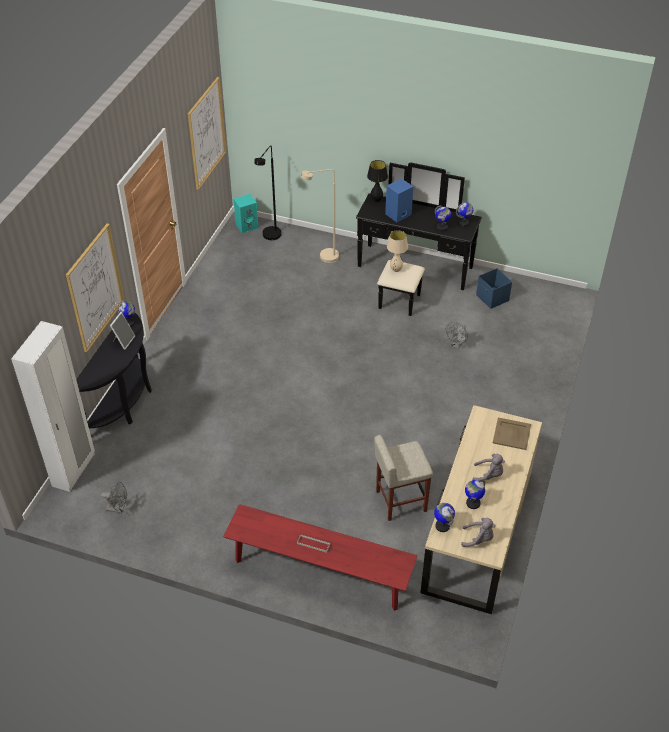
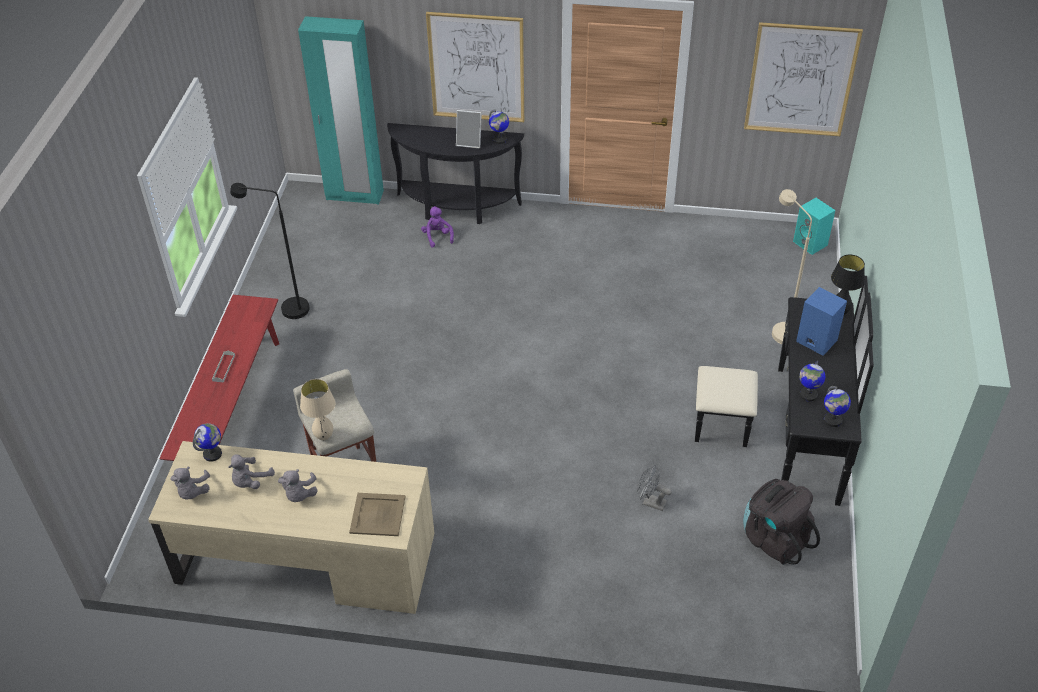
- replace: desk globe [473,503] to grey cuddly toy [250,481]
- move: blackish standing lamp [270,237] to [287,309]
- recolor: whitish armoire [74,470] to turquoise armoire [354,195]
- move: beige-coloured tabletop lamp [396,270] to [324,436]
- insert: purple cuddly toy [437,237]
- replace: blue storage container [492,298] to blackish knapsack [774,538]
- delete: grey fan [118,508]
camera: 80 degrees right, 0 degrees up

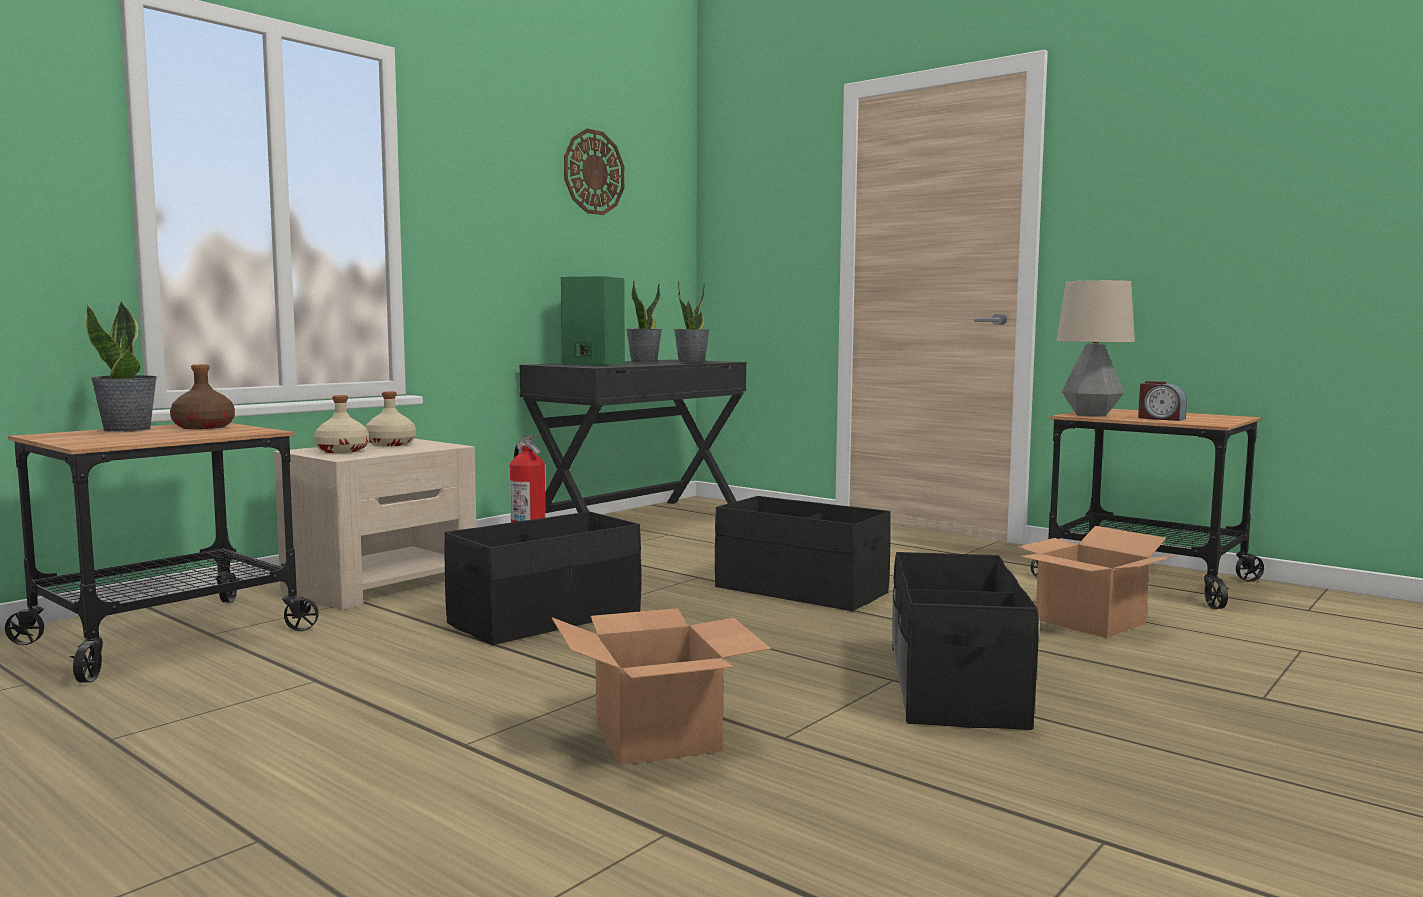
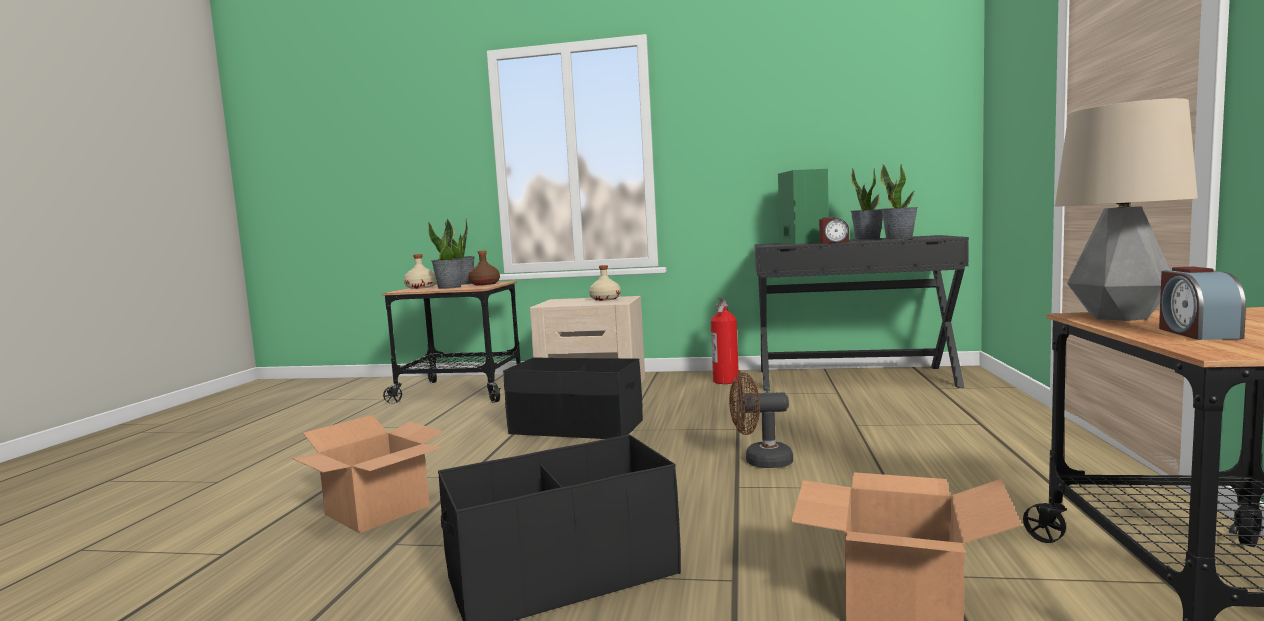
- move: beige-coloured drink bottle [343,451] to [420,287]
- insert: plant in a pot [450,287]
- replace: blackish storage container [800,591] to brown fan [760,461]
- insert: bedside clock [834,242]
- delete: clock on the wall [593,172]
camera: 60 degrees right, 0 degrees up

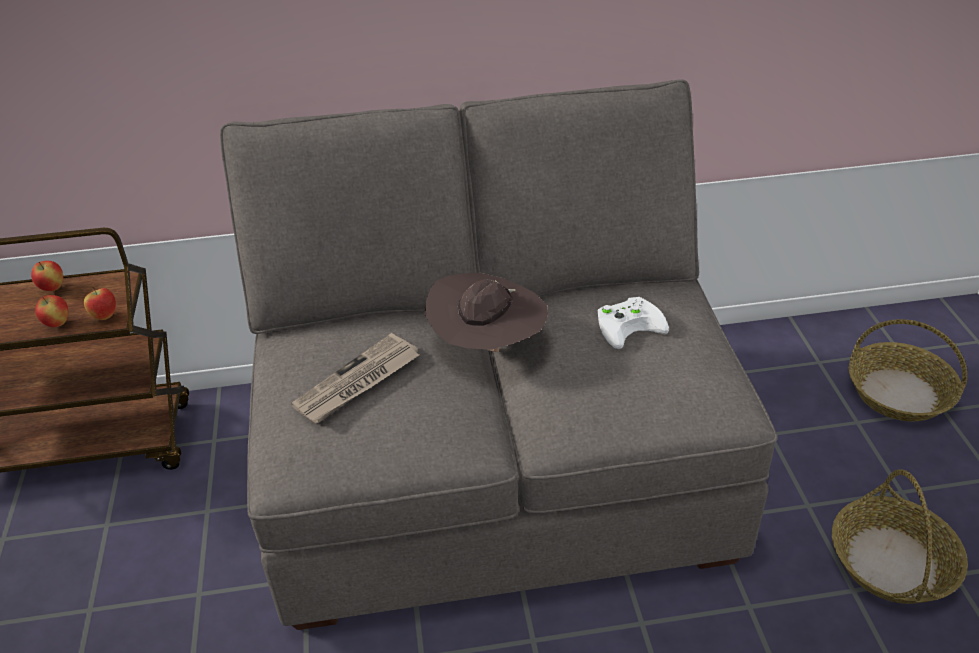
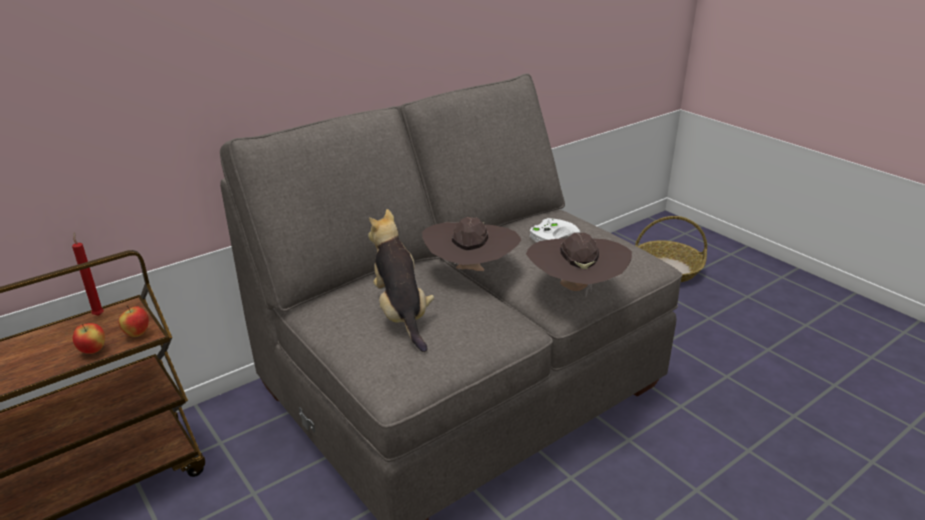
- insert: reddish wax light [98,314]
- replace: newspaper [357,382] to cuddly toy [401,314]
- insert: brown wearable hat [575,290]
- delete: apple fruit [52,288]
- delete: basket [892,562]
camera: 30 degrees left, 10 degrees down

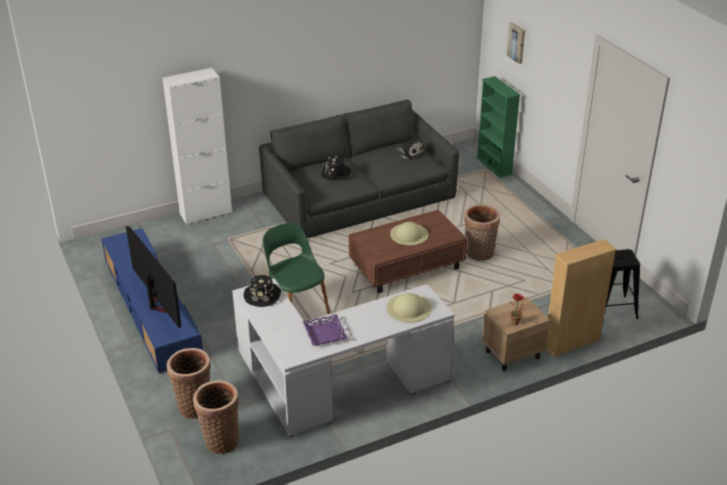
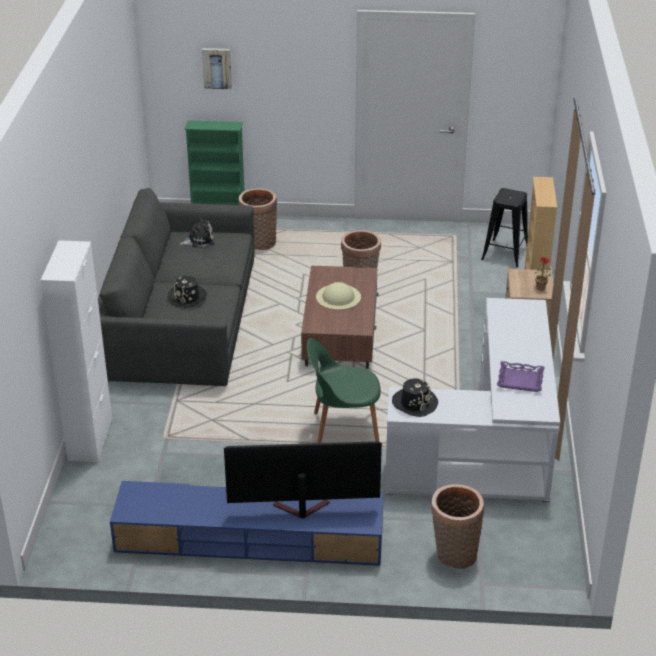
- move: basket [220,439] to [259,243]
- delete: beige-coloured wearable hat [409,308]
camera: 60 degrees left, 0 degrees up

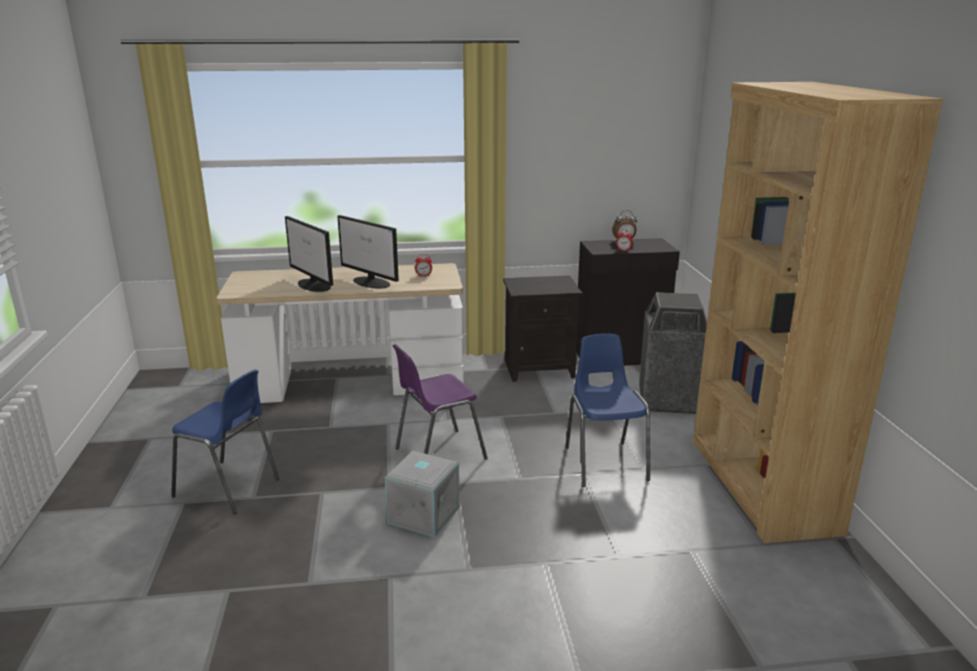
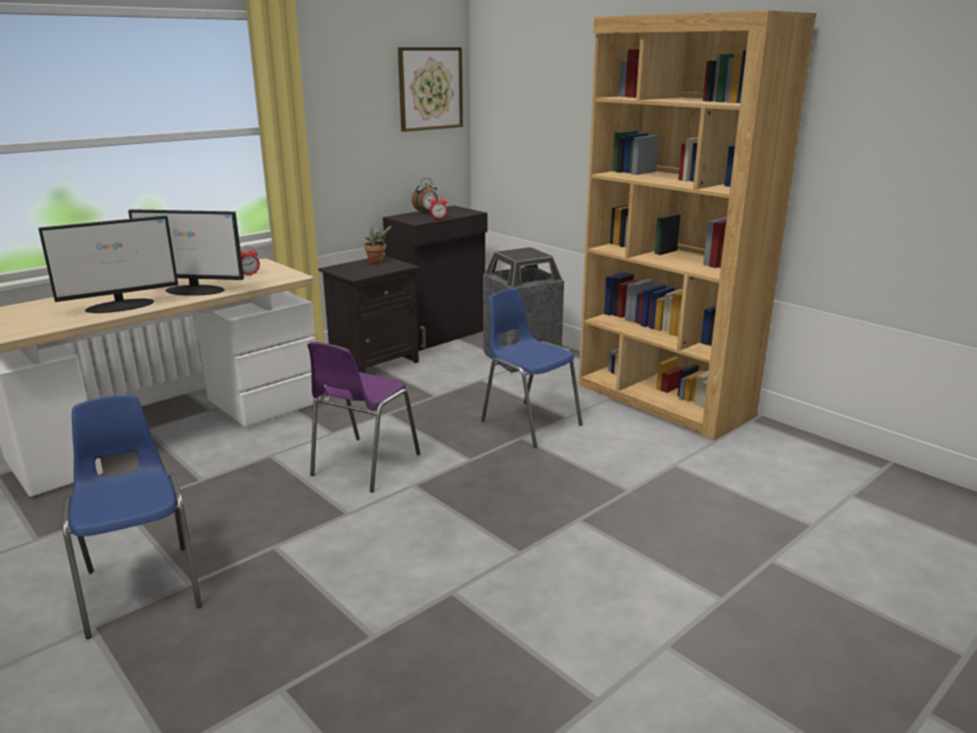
- rotate: computer display [314,285] = [121,306] 45 degrees counterclockwise
- rotate: blue plain chair [229,488] = [142,587] 105 degrees counterclockwise
- insert: plant in a pot [378,261]
- insert: wall picture [430,88]
- delete: grey storage container [423,514]
camera: 35 degrees left, 0 degrees up

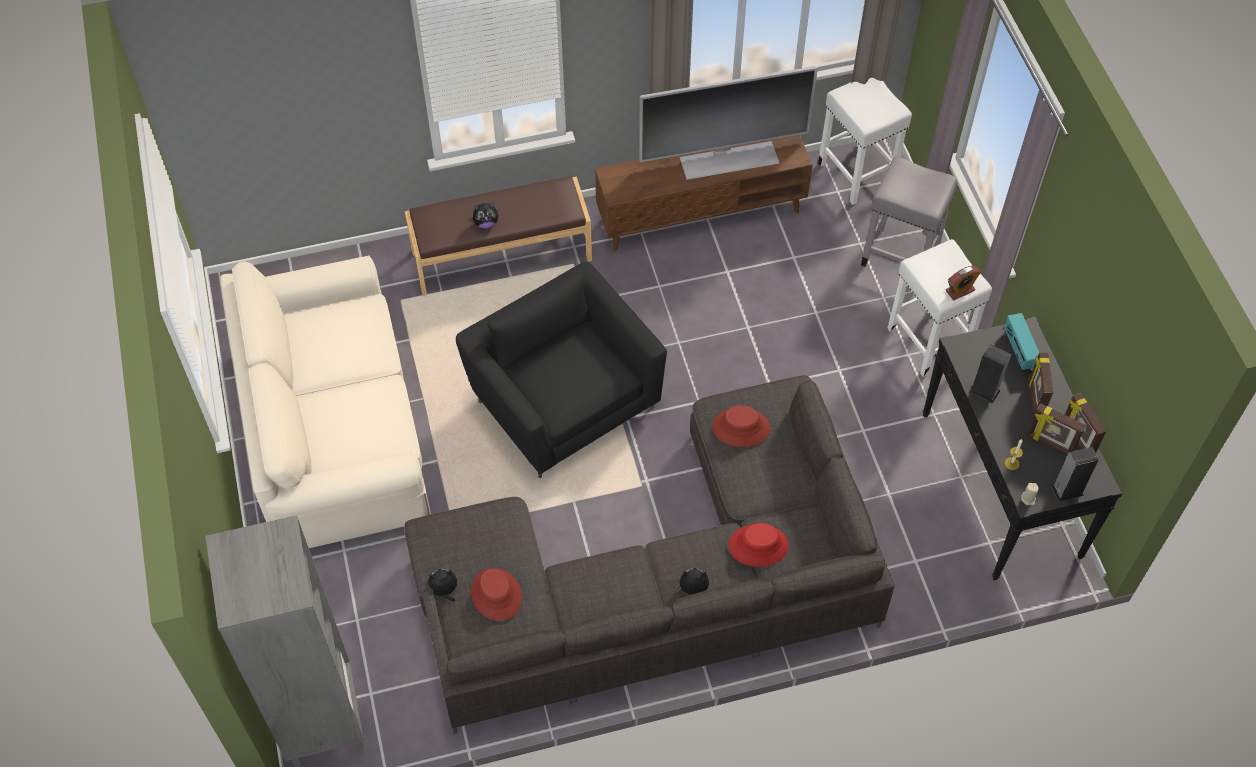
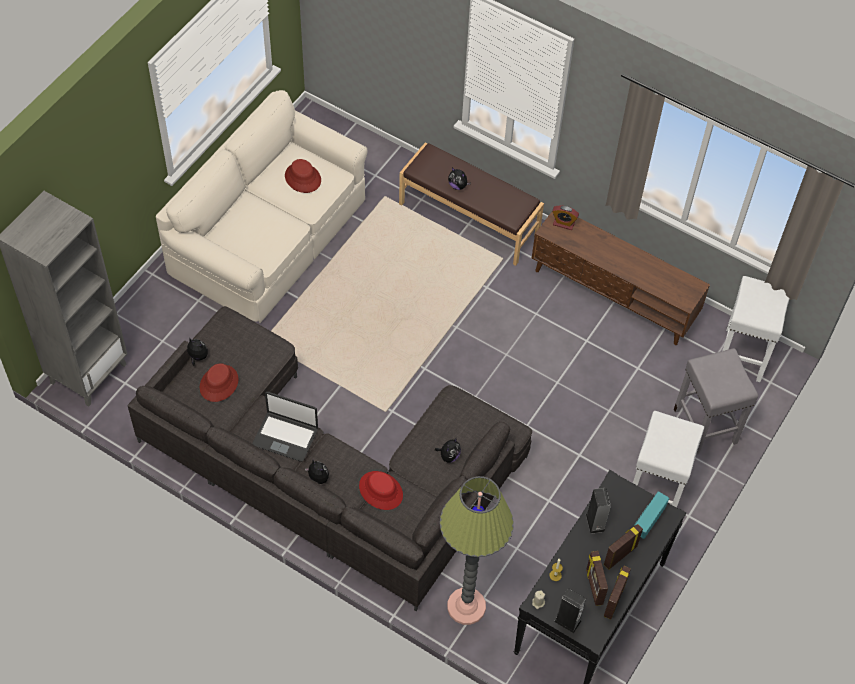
- insert: notebook computer [285,436]
- move: reddish wearable hat [741,428] to [302,178]
- insert: cuddly toy [449,456]
- insert: standing lamp [466,606]
- move: bedside clock [960,290] to [563,223]
- delete: blackish lounge chair [563,401]
- delete: TV [728,159]
camera: 45 degrees right, 0 degrees up

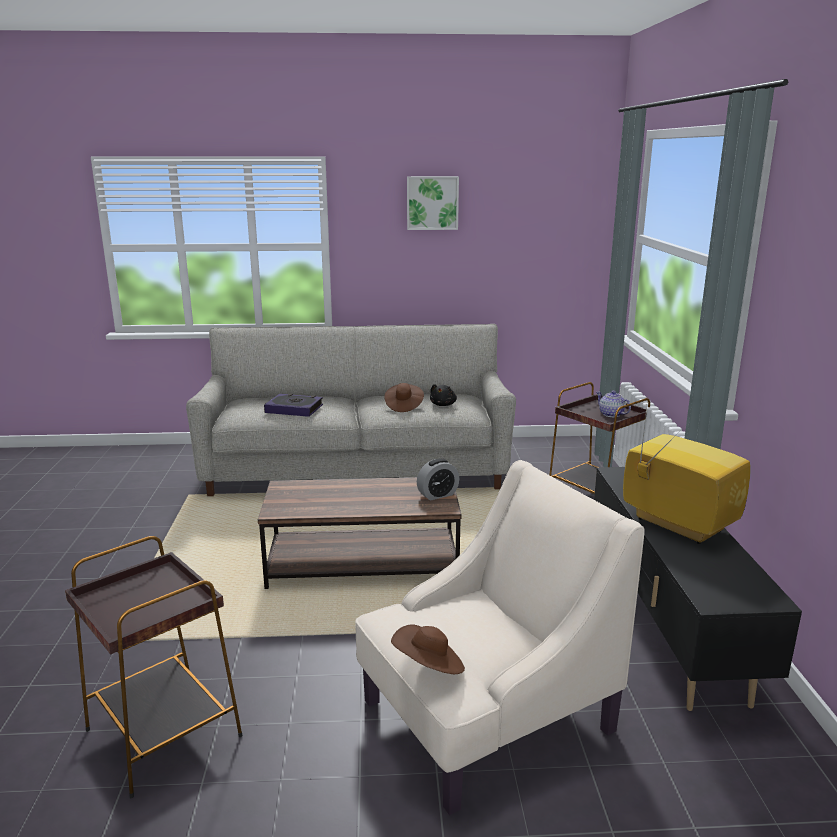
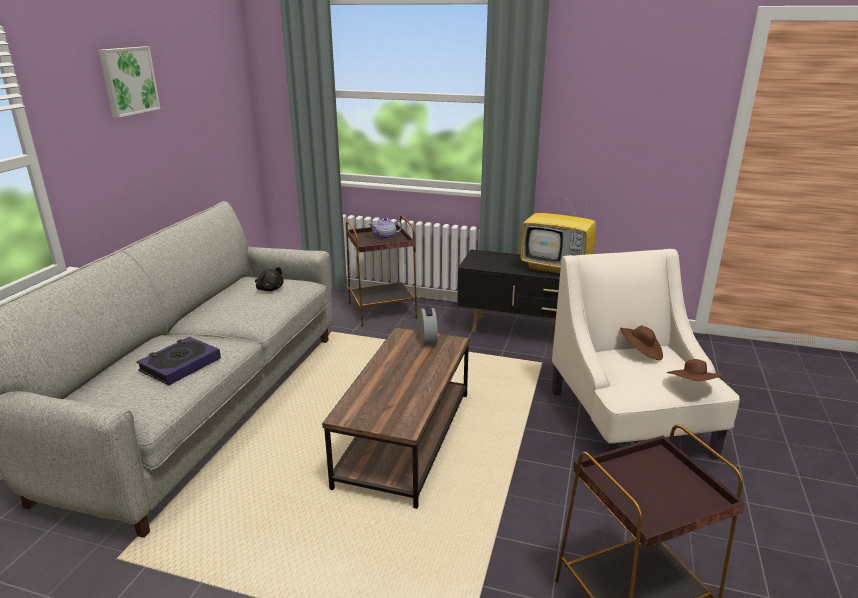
- rotate: TV [675,525] = [557,268] 135 degrees counterclockwise
- move: brown wearable hat [403,406] to [640,352]
camera: 70 degrees left, 5 degrees up

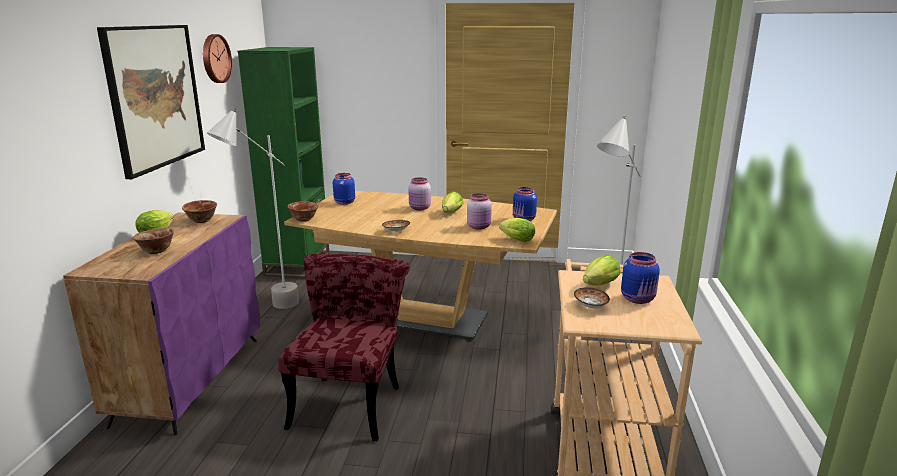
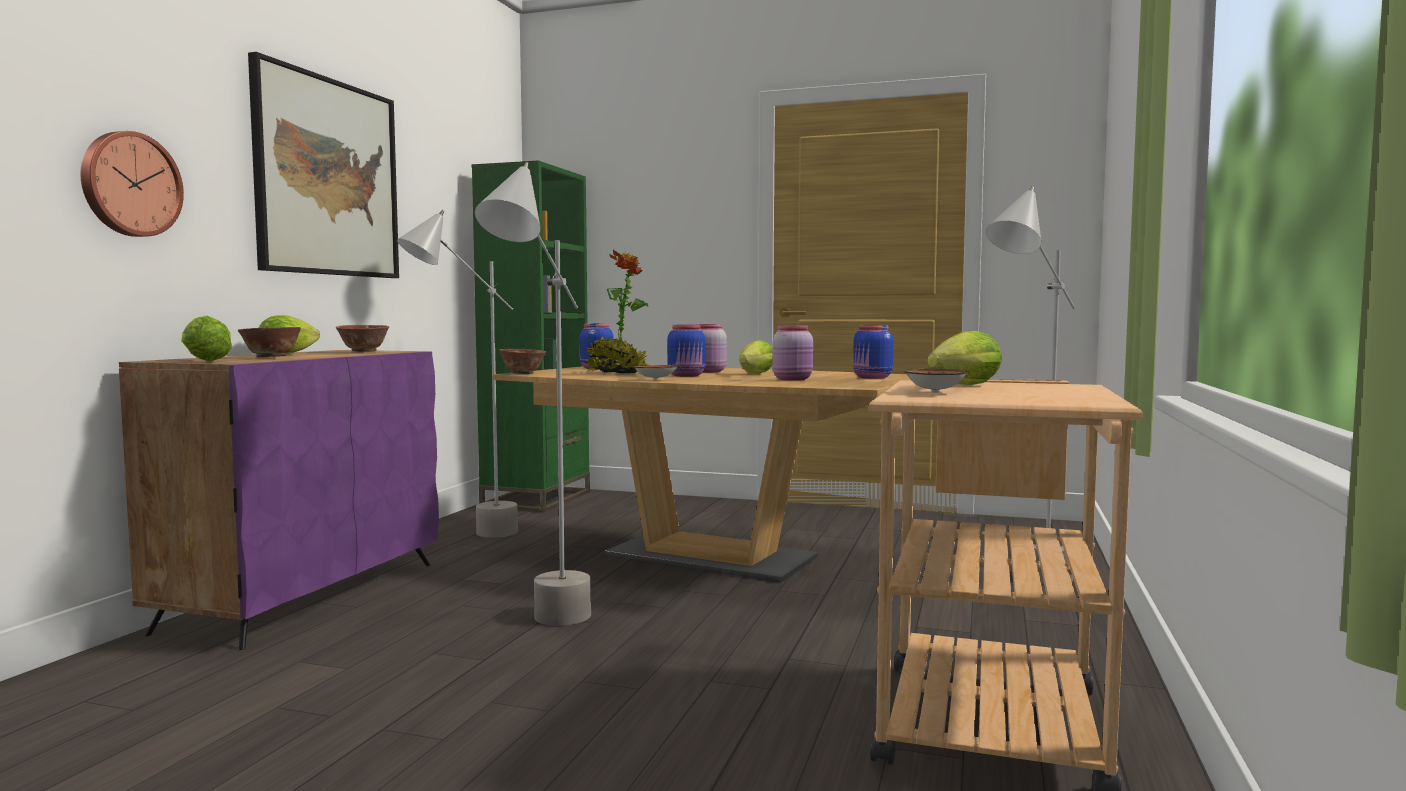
- move: clock on the wall [215,58] to [129,184]
- move: lettuce head [515,239] to [203,360]
- replace: reddish plain chair [350,400] to grey standing lamp [543,632]
- insert: plant in a pot [617,373]
- move: blue preserve jar [638,299] to [687,376]
camera: 10 degrees right, 15 degrees down

